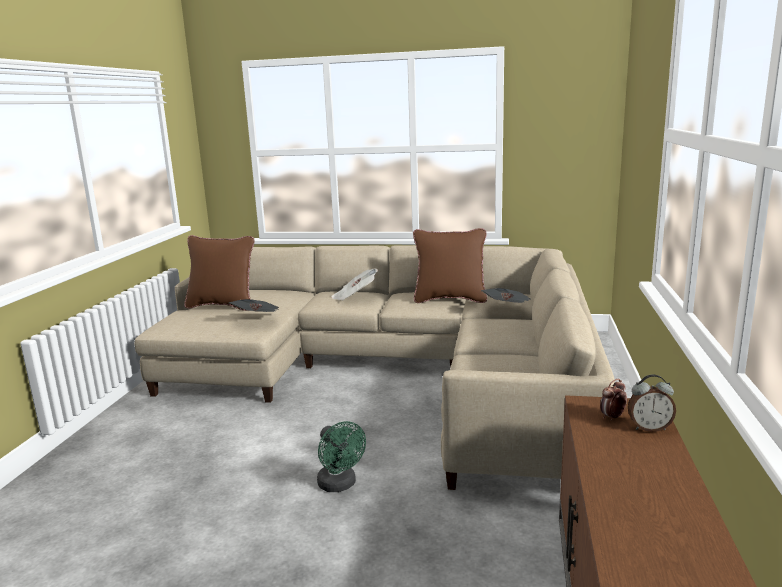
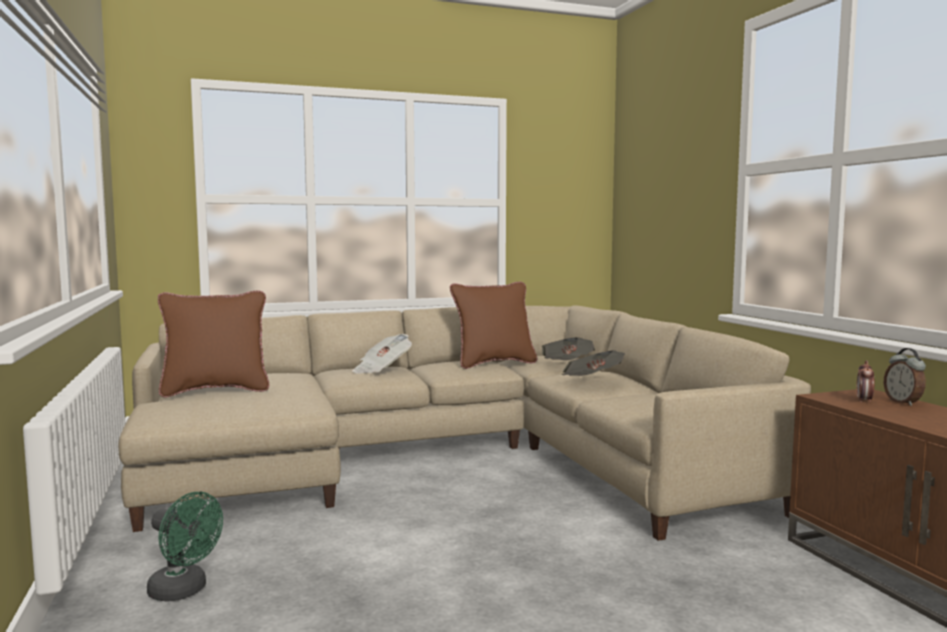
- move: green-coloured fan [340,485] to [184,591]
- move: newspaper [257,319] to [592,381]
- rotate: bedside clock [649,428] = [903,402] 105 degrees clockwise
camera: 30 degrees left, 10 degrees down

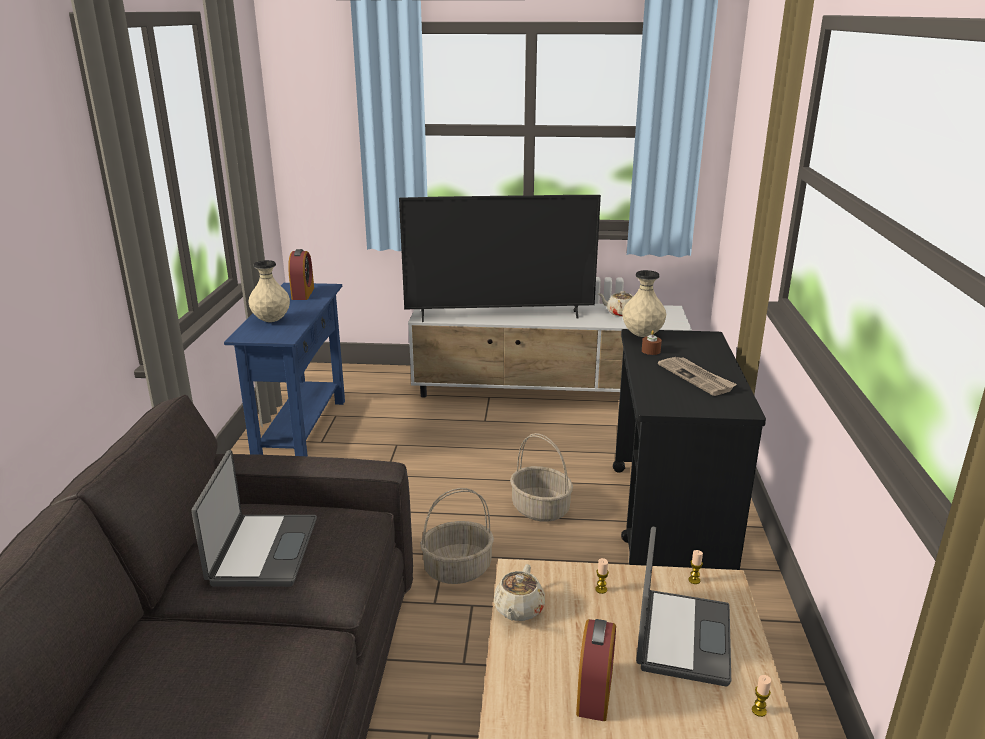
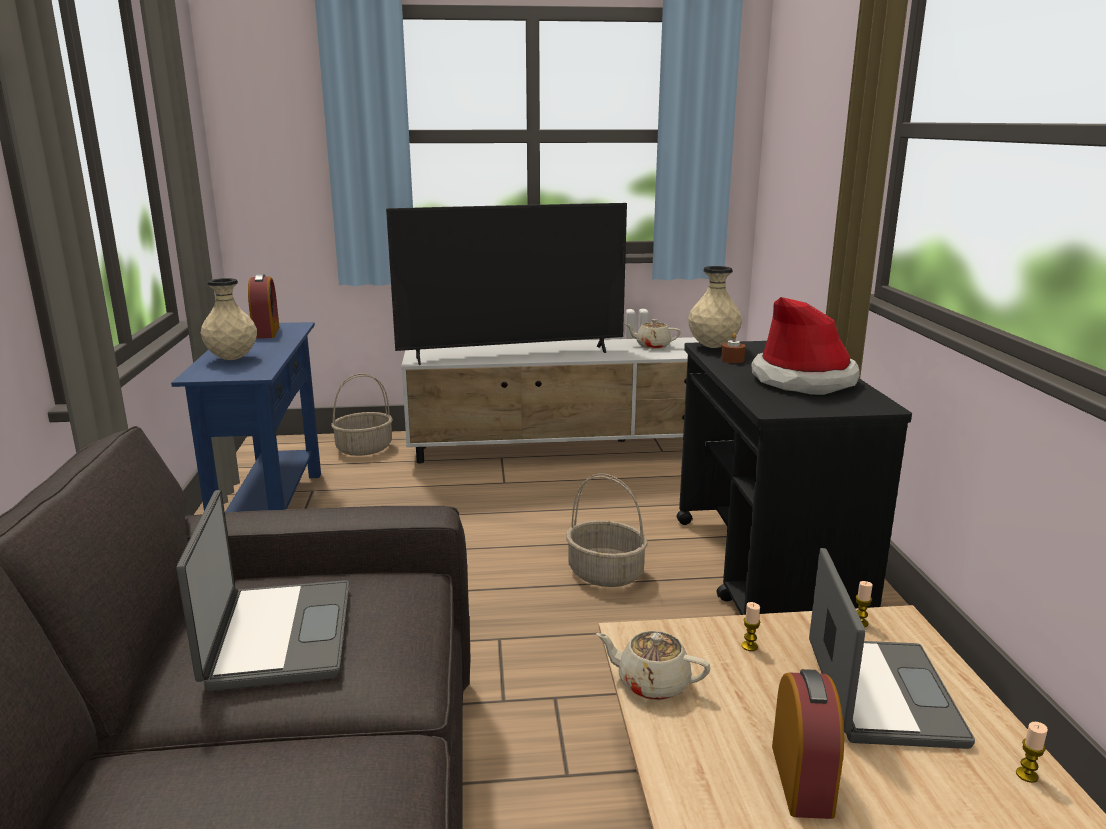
- move: basket [458,568] to [364,448]
- rotate: beige-coloured teapot [518,609] = [651,683] 105 degrees clockwise
- replace: newspaper [696,377] to wearable hat [803,380]
camera: 10 degrees left, 5 degrees down

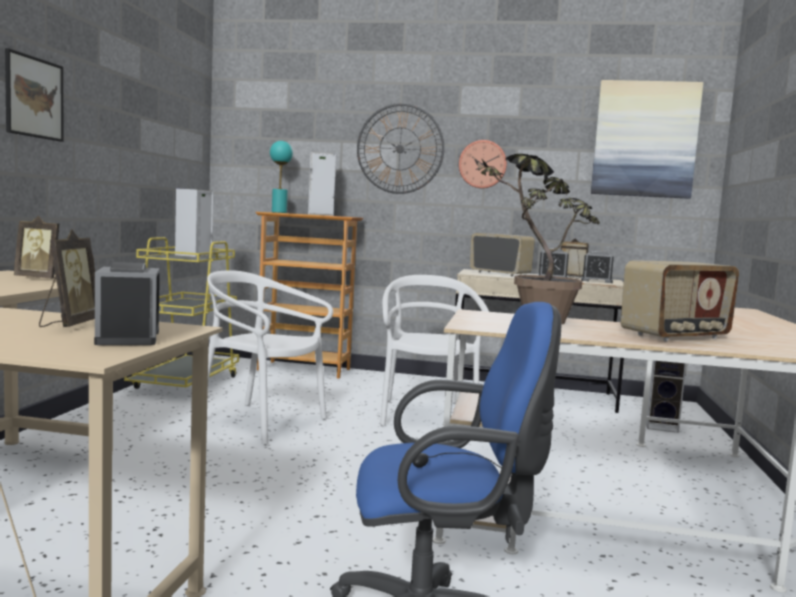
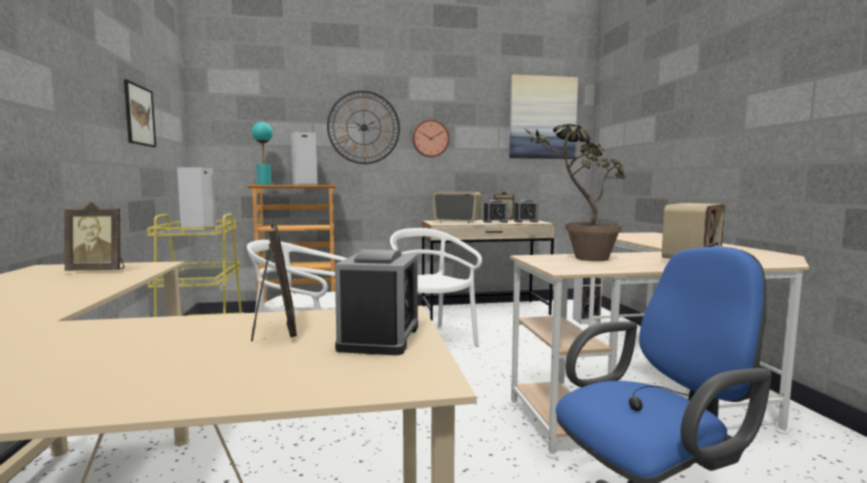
- move: wall picture [34,97] to [139,115]
- rotate: bedside clock [128,337] = [379,338] 135 degrees counterclockwise
camera: 20 degrees left, 0 degrees up

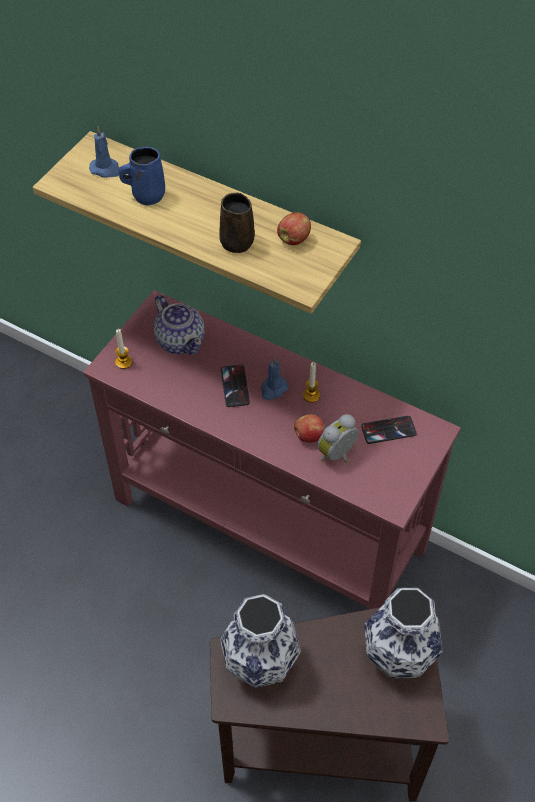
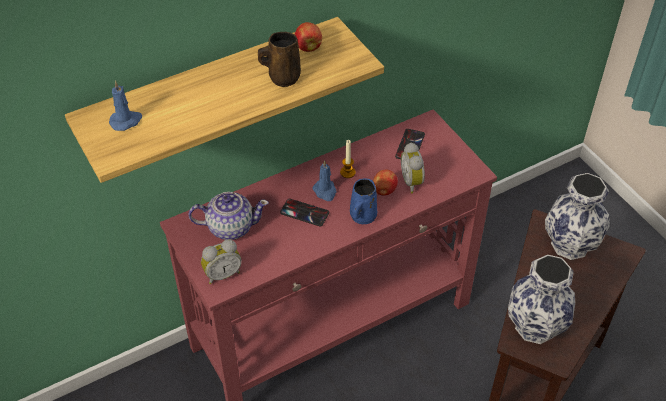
- replace: wax light [123,362] to bedside clock [222,274]
- move: blue mug [146,195] to [362,217]
camera: 60 degrees left, 5 degrees down

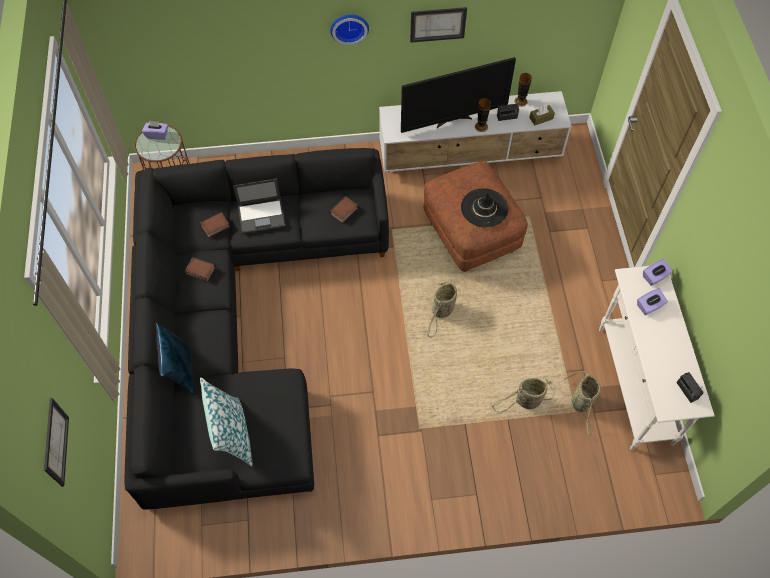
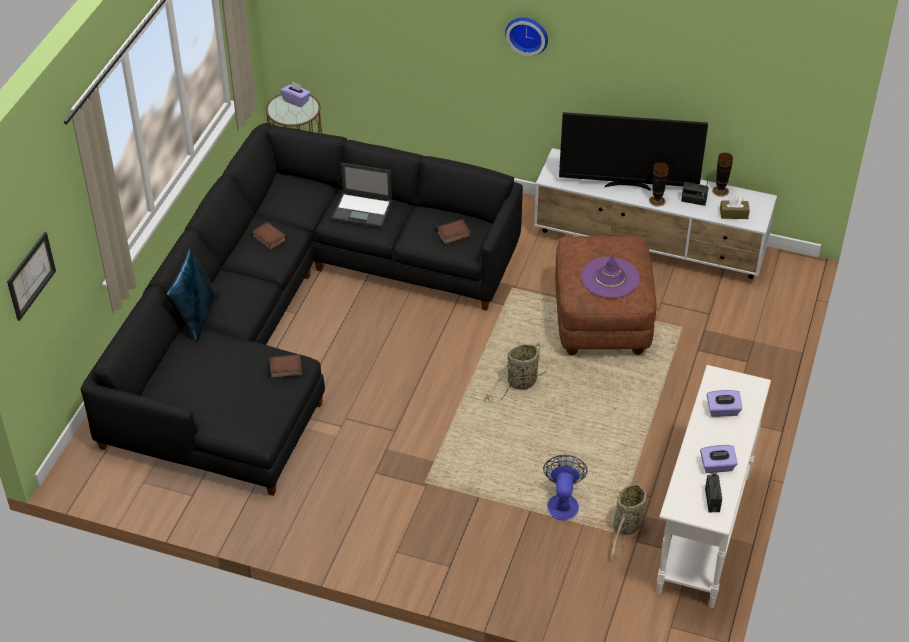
- move: book [215,227] to [285,369]
- replace: basket [526,401] to fan [563,502]
- recolor: blackish wearable hat [484,208] to purple wearable hat [610,278]
- move: purple tissue box [655,277] to [717,466]
- delete: throw pillow [232,434]
- delete: wall picture [438,24]
camera: 25 degrees right, 15 degrees down

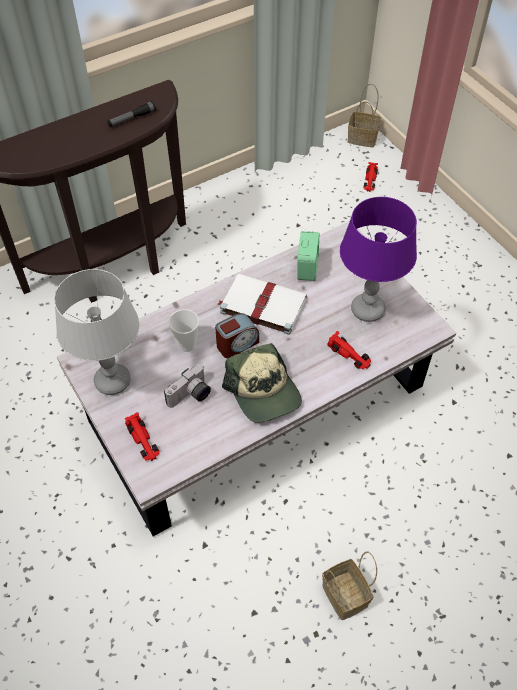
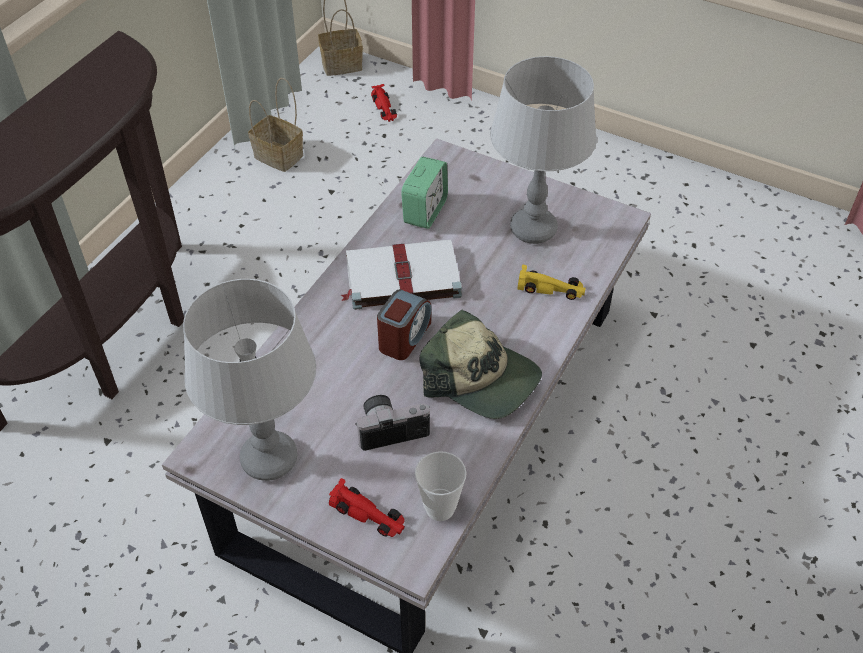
- move: basket [346,596] to [280,156]
- rotate: still camera [191,396] = [391,427] 120 degrees counterclockwise
- rotate: bedside clock [307,268] = [425,211] 45 degrees clockwise
- move: small cup [186,345] to [440,508]
- recolor: purple tabletop lamp [367,309] to grey tabletop lamp [533,229]
- recolor: reddish toy car [349,354] to yellow toy car [551,288]
- delete: flashlight [132,119]
camera: 30 degrees left, 5 degrees down

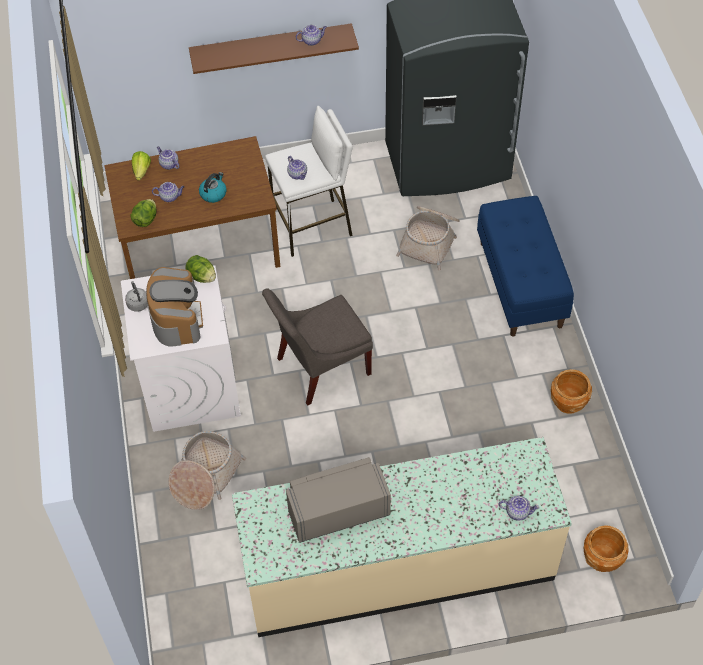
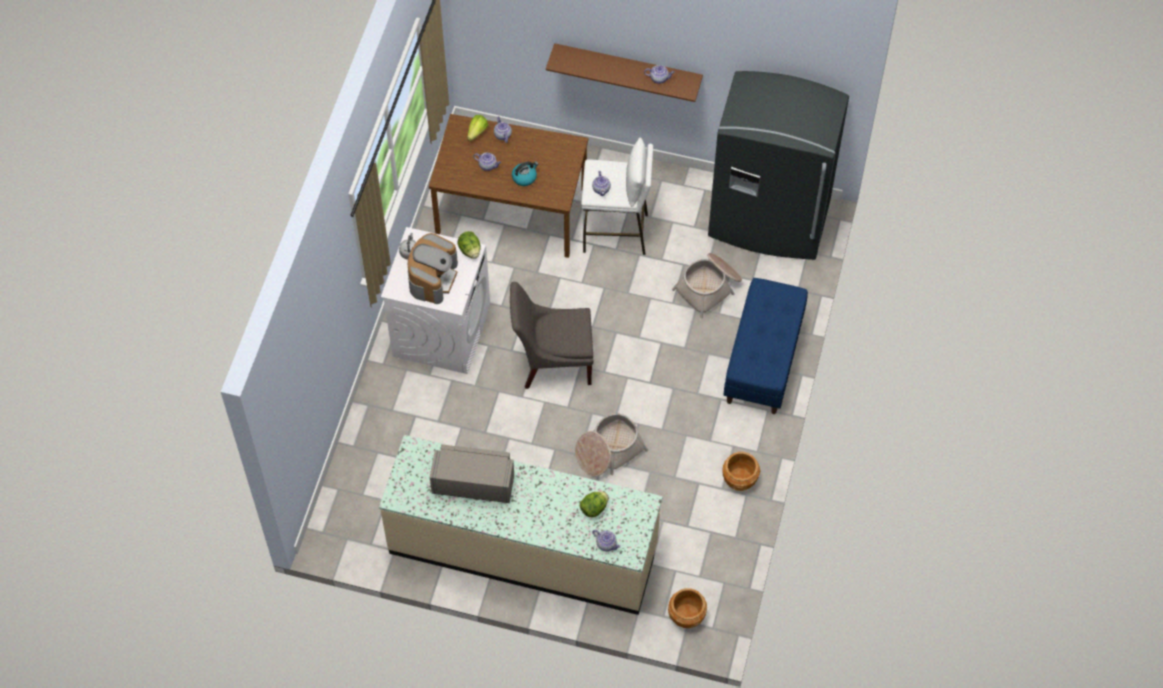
- move: basket [205,476] to [608,451]
- move: lettuce head [145,220] to [594,508]
camera: 25 degrees right, 5 degrees up

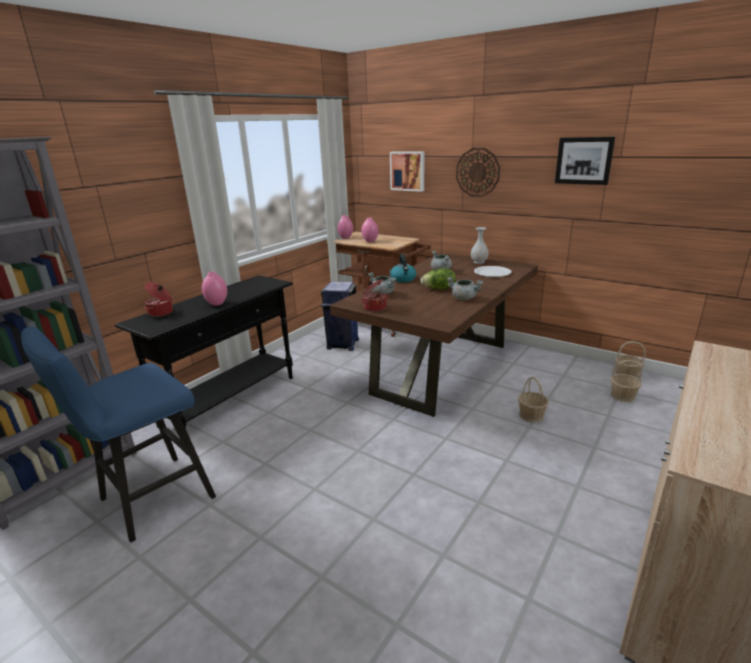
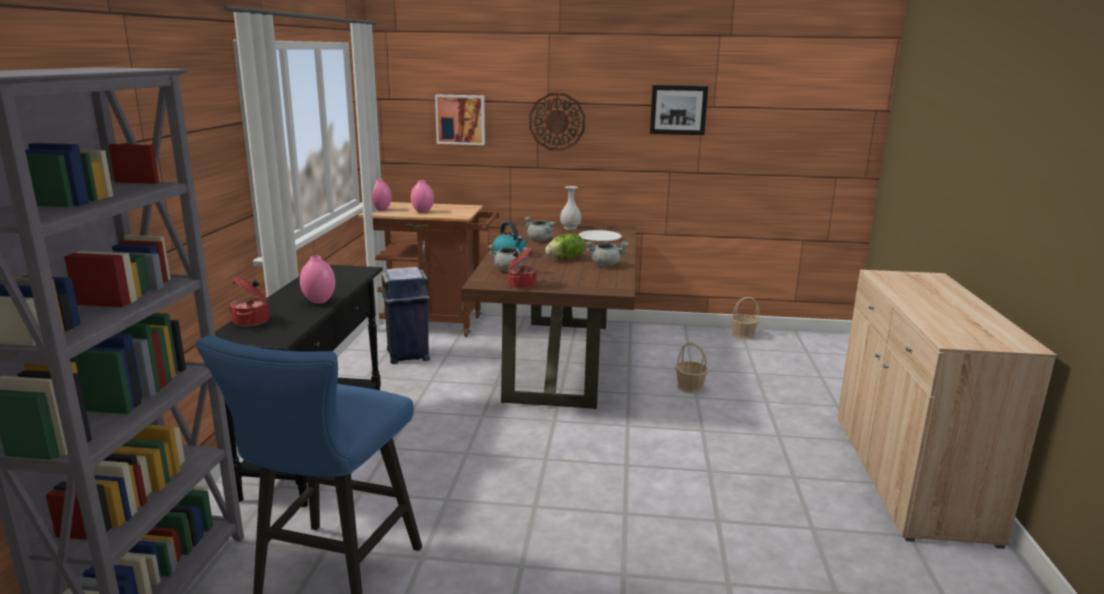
- delete: basket [623,396]
camera: 30 degrees left, 5 degrees down

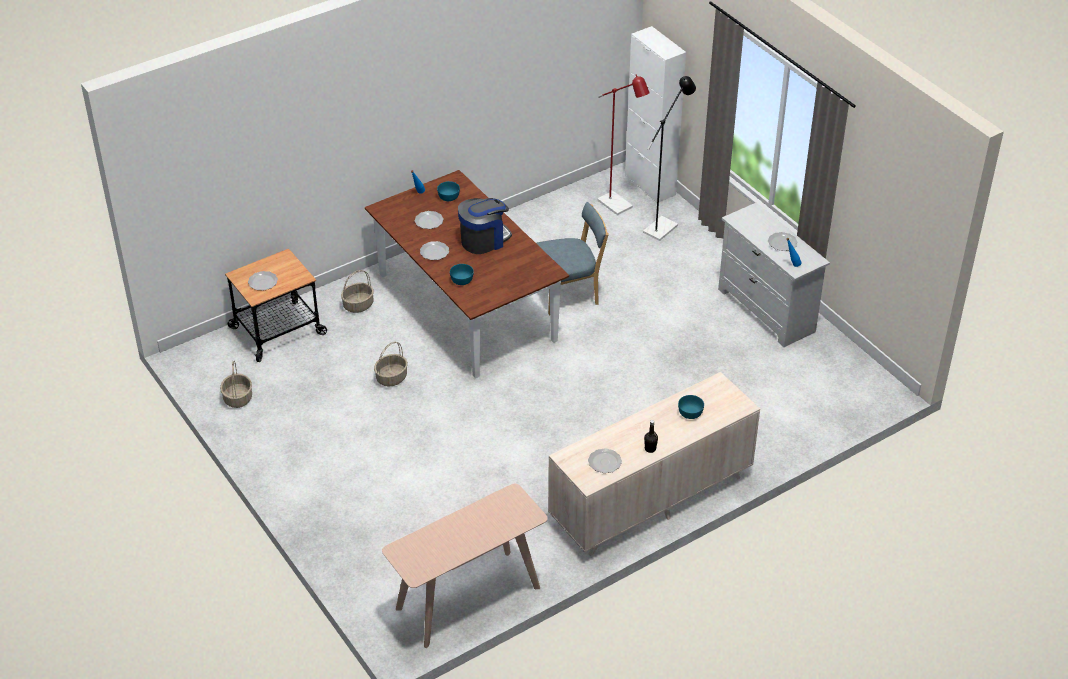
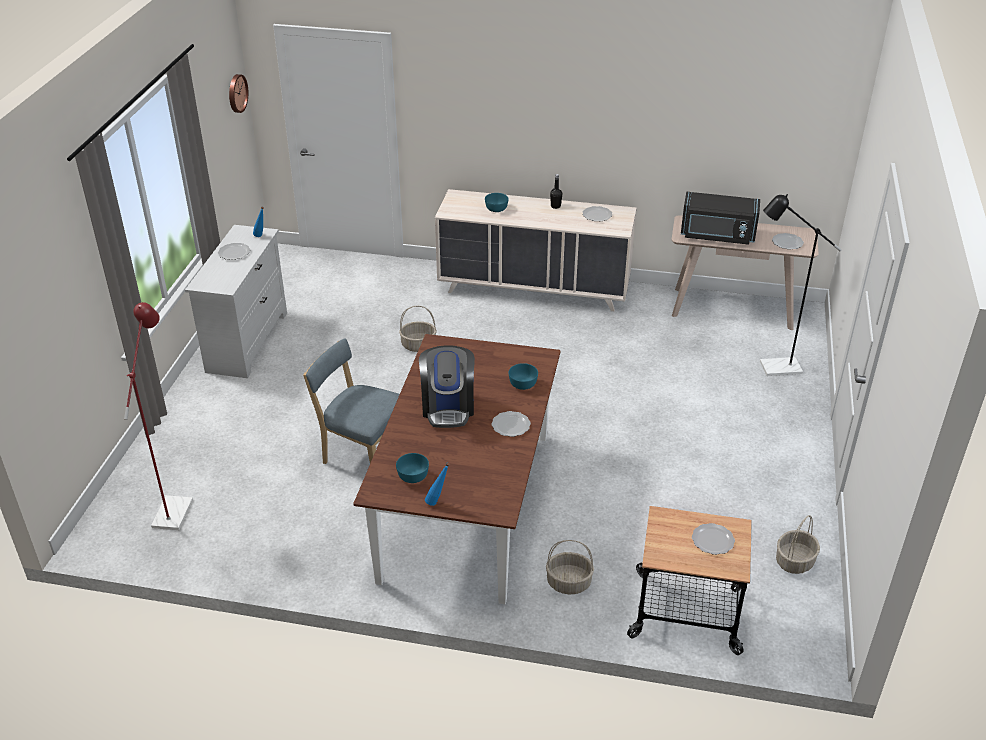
- insert: clock on the wall [236,93]
- move: basket [391,377] to [418,345]
- rotate: coffee machine [484,240] = [448,407] 105 degrees counterclockwise
- insert: blackish microwave oven [717,235]
- move: blackish standing lamp [664,225] to [773,368]
- move: flat dish [429,221] to [787,242]
- delete: whitish cupboard [650,185]
camera: 135 degrees left, 5 degrees down

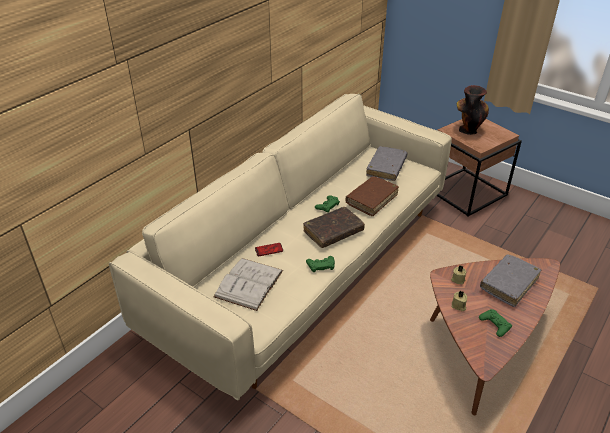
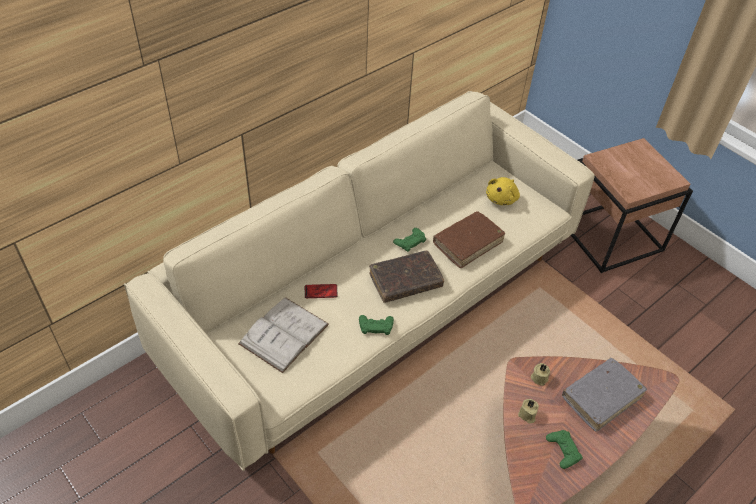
- replace: grey book [386,168] to yellow cuddly toy [502,198]
- delete: vase [468,129]
camera: 10 degrees right, 10 degrees up

